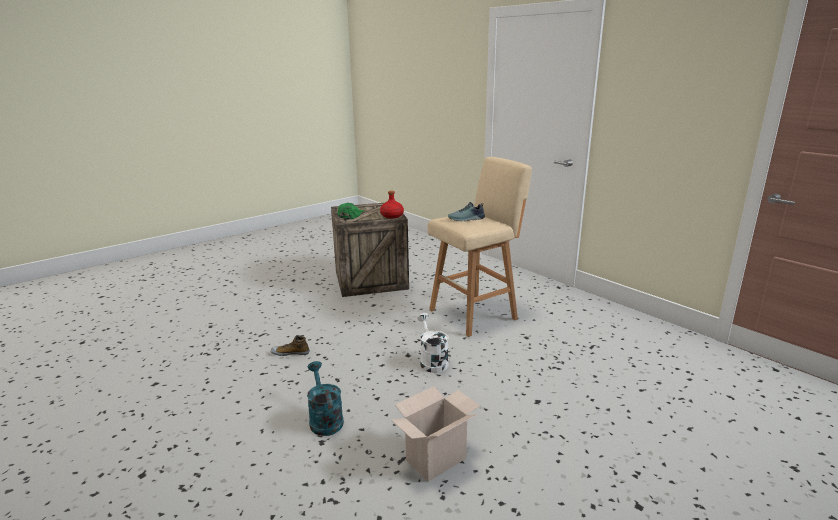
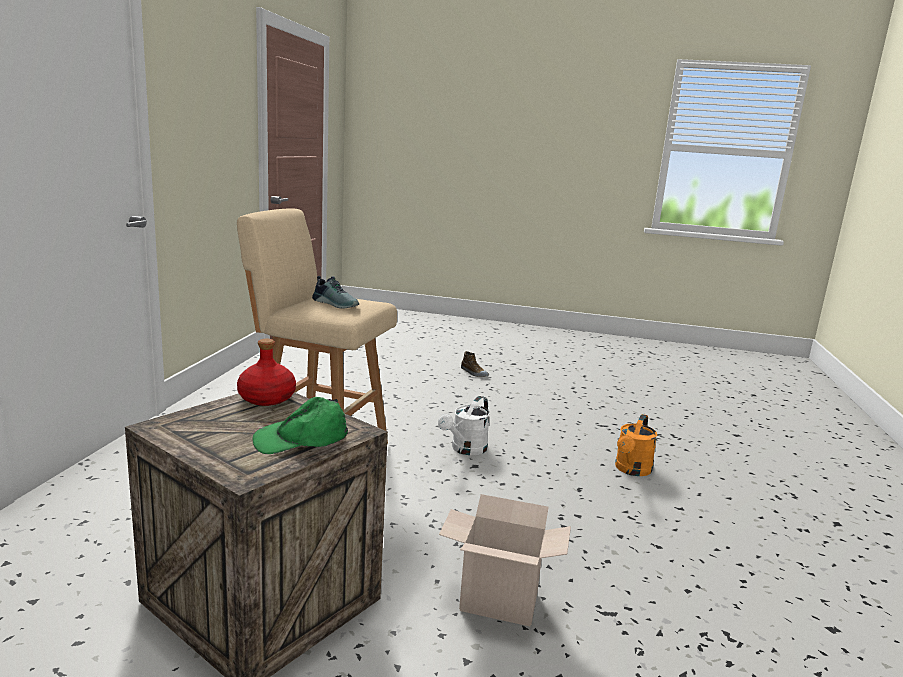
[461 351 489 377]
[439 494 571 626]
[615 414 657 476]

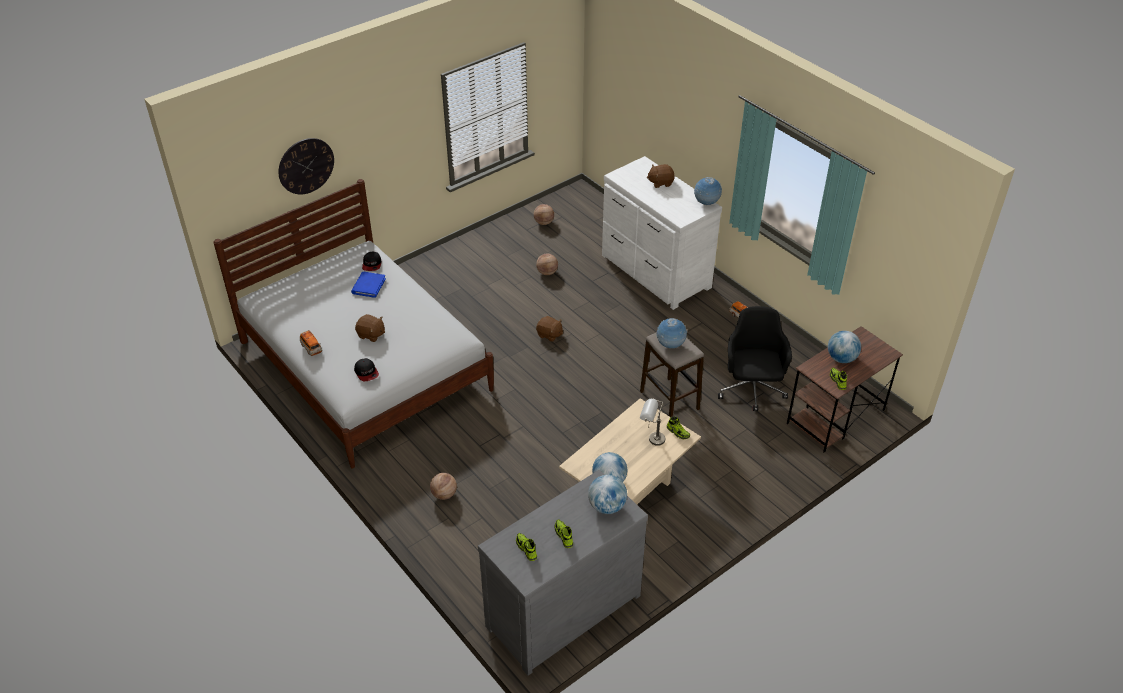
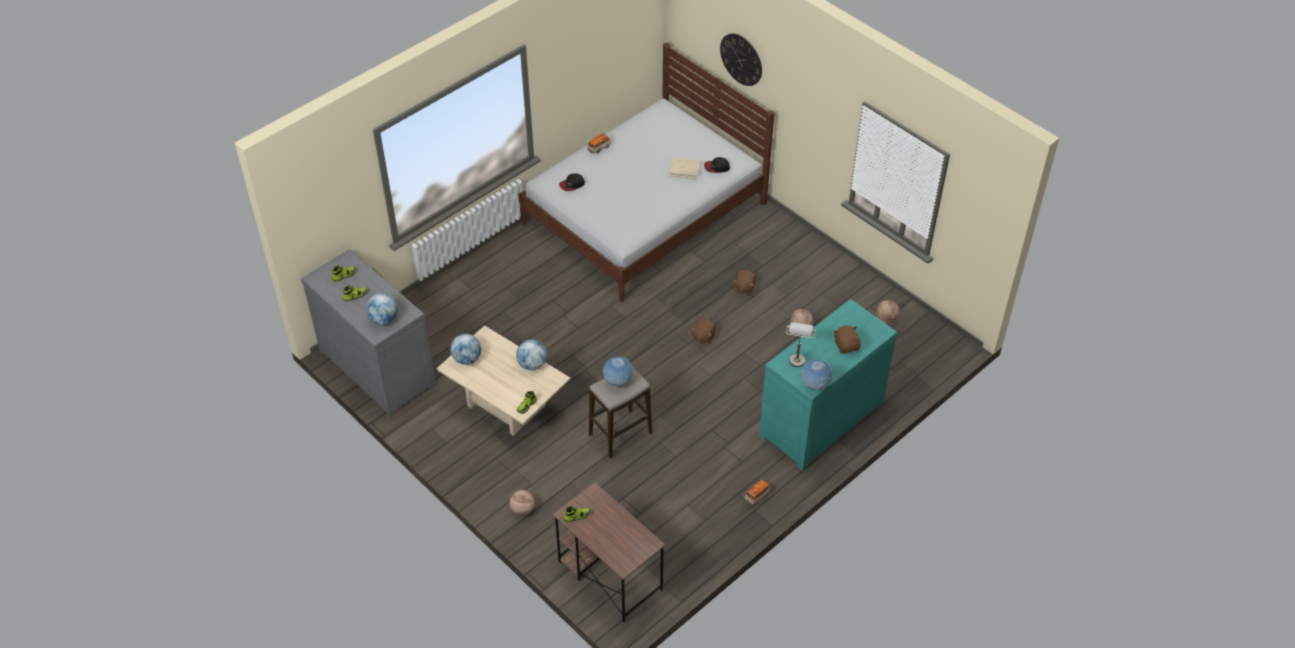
[718 306 792 411] (first image)
[733 270 756 295]
[509 490 535 516]
[786 322 816 367]
[516 339 547 370]
[670 158 700 179]
[759 299 897 470]

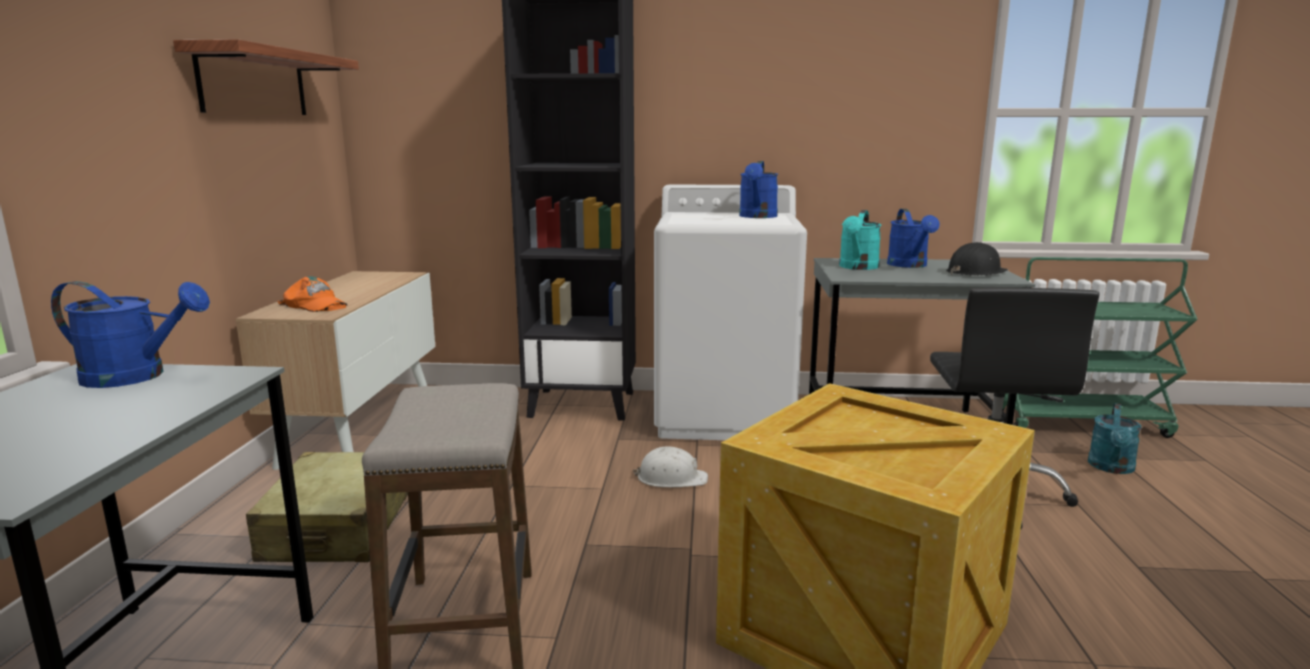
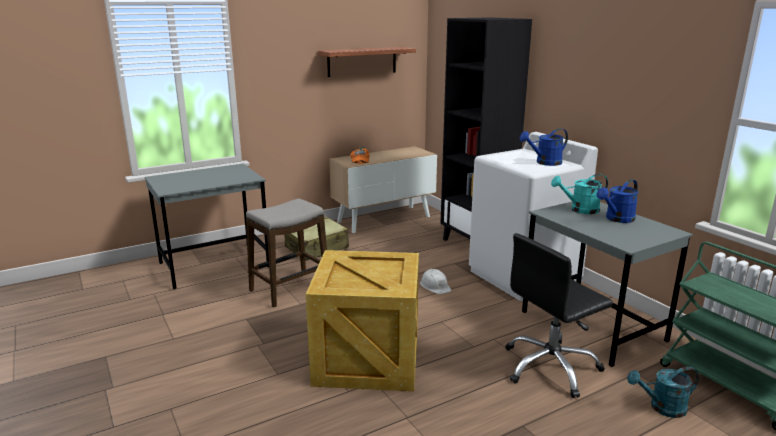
[51 281 210 388] (first image)
[946 242 1008 276] (first image)

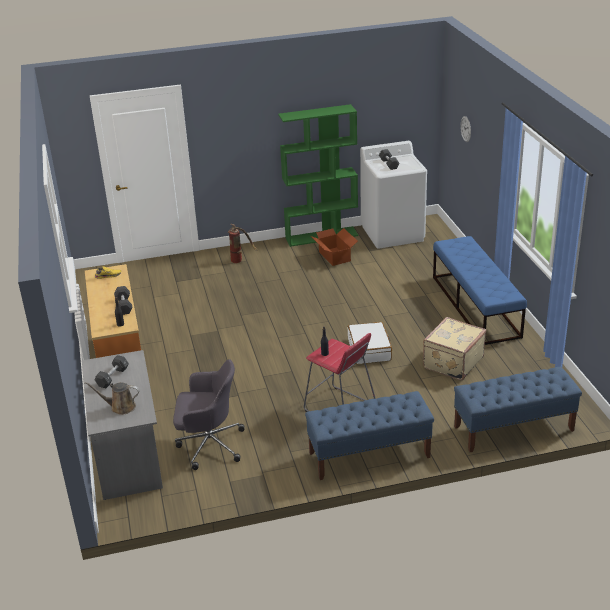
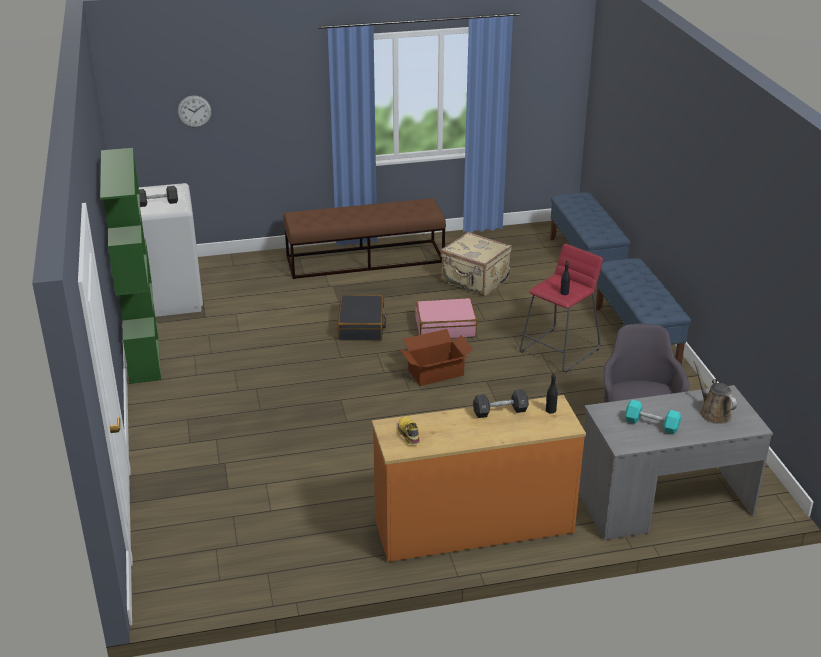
[228 224 257 263] (first image)
[338 295 386 341]
[400 329 473 386]
[625 400 681 434]
[415 298 477 338]
[283 198 446 279]
[693 360 737 424]

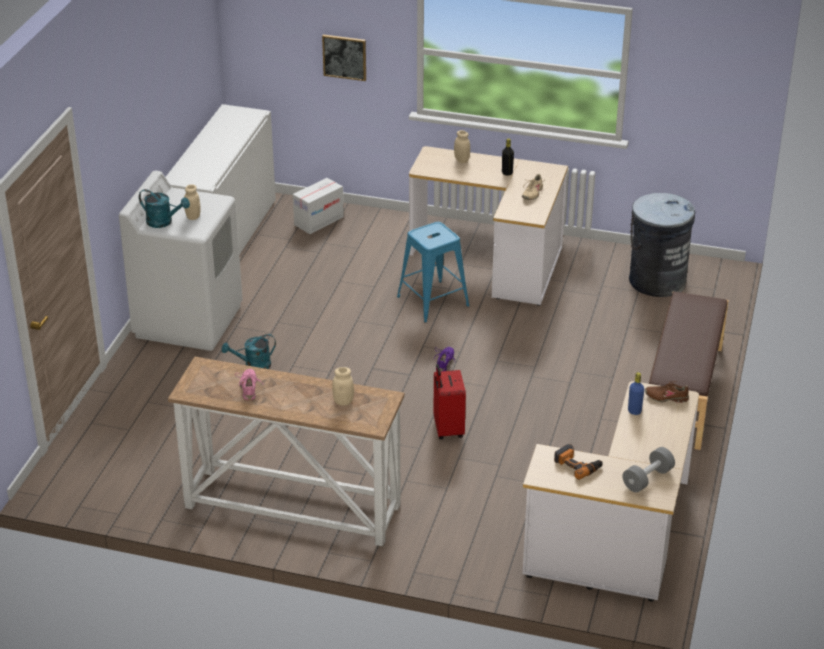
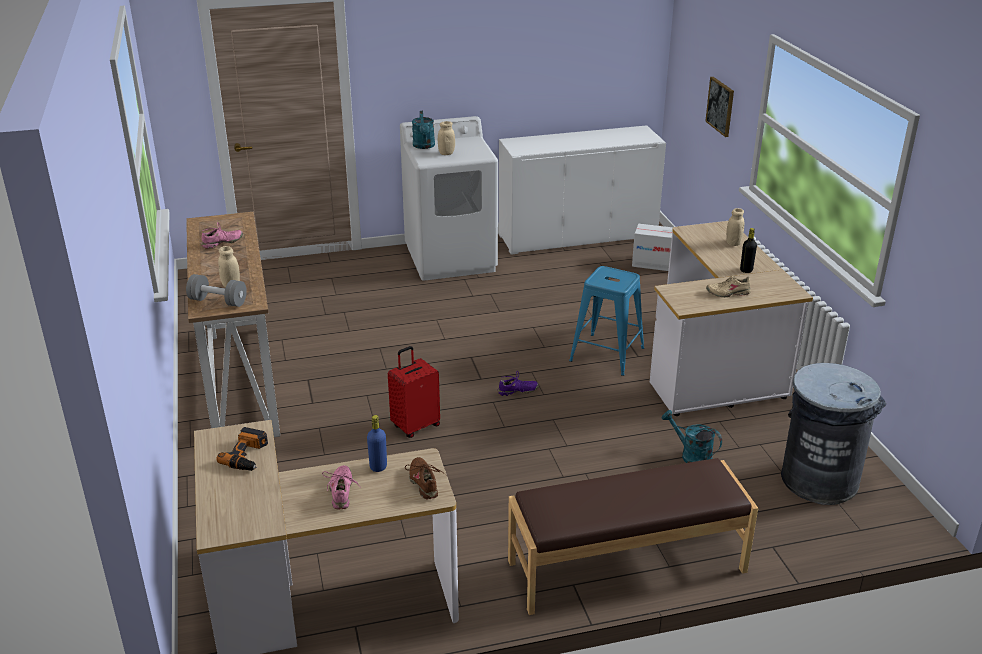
[322 465 361 509]
[662 410 722 463]
[186 274 247 307]

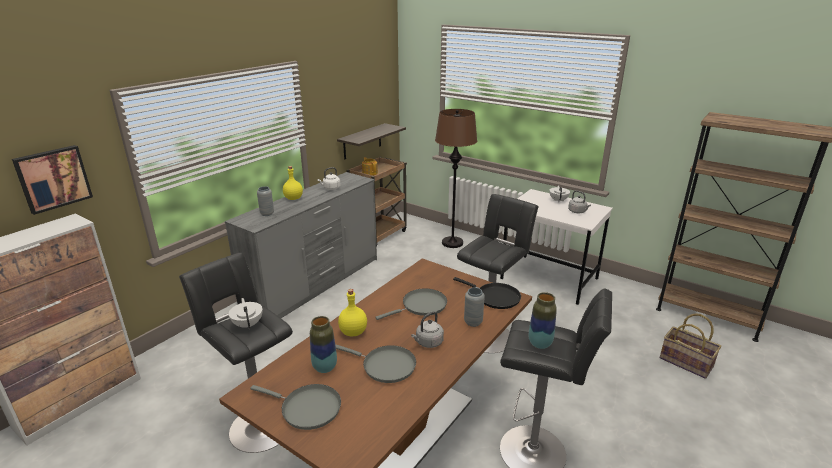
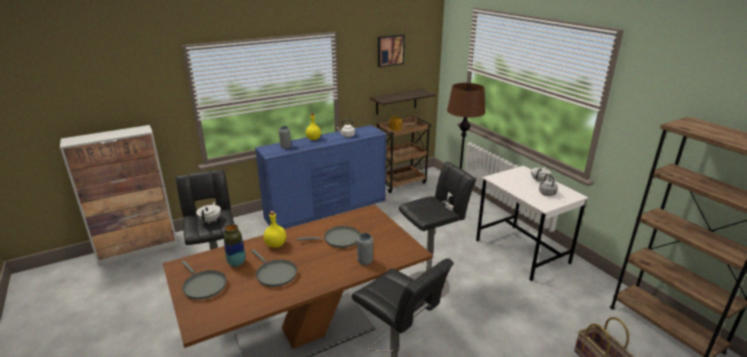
[411 311 444 348] (first image)
[453 277 521 309] (first image)
[529 292 557 349] (first image)
[378 34 405 67]
[255 125 387 229]

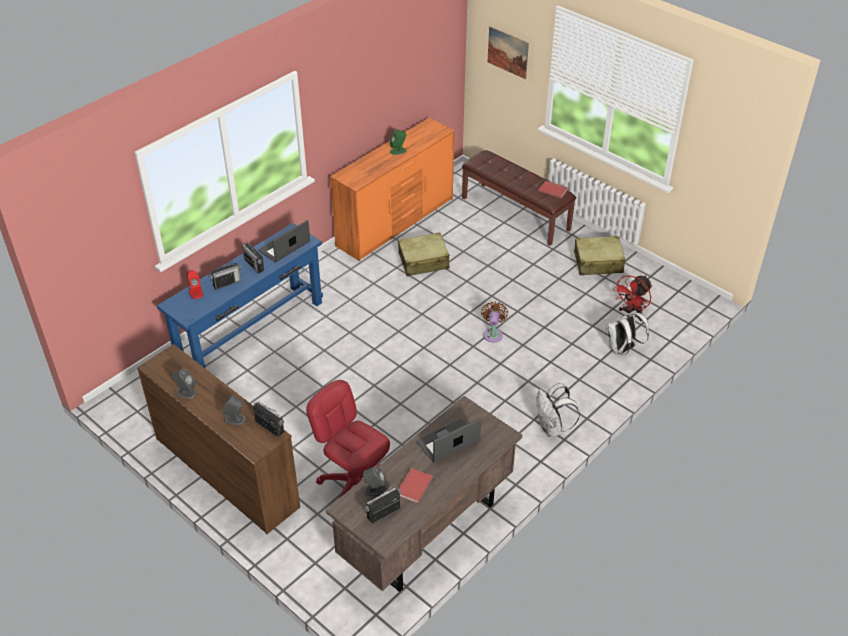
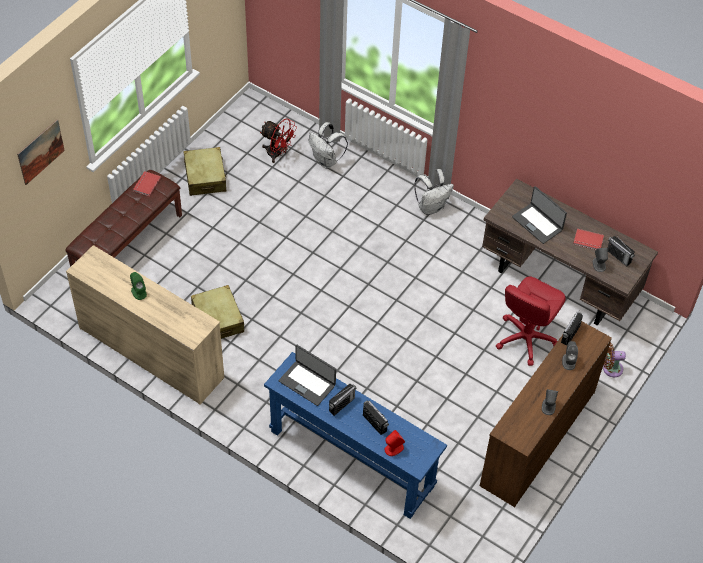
[603 343 626 378]
[66 245 224 405]

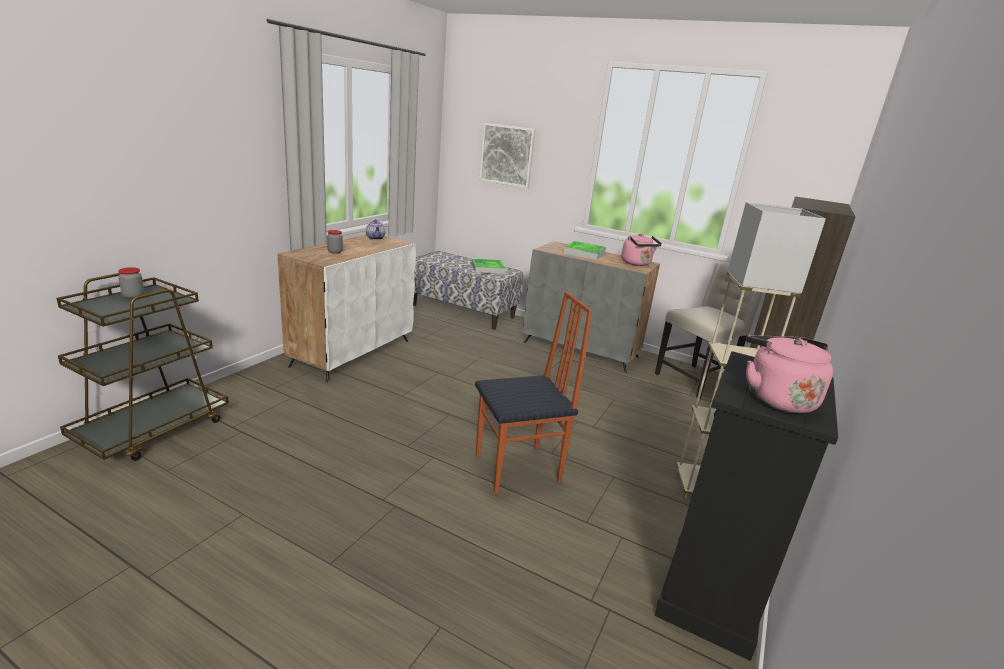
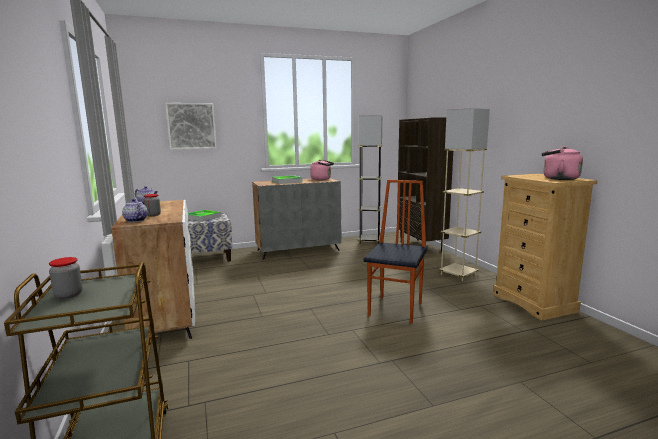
[122 199 148 222]
[358 115 382 244]
[493 174 598 320]

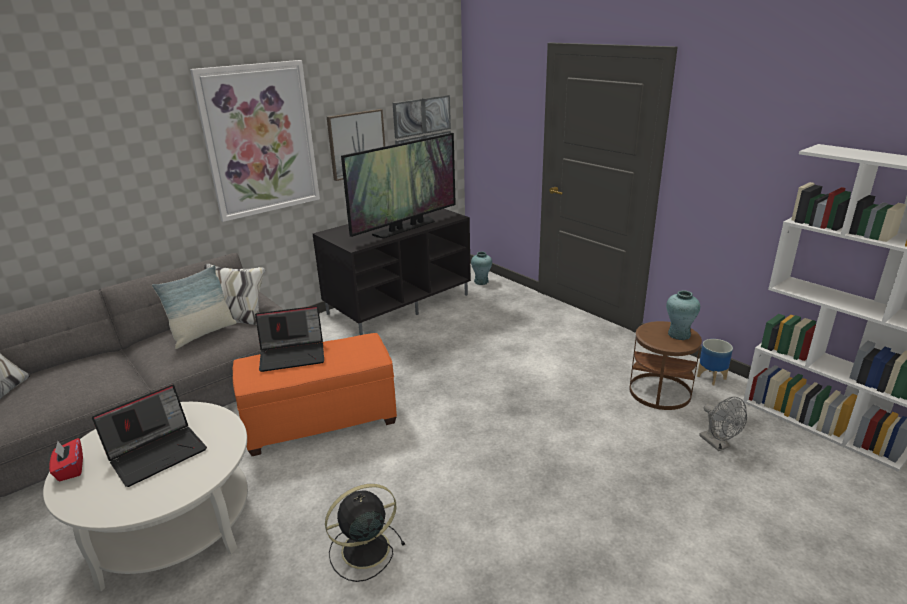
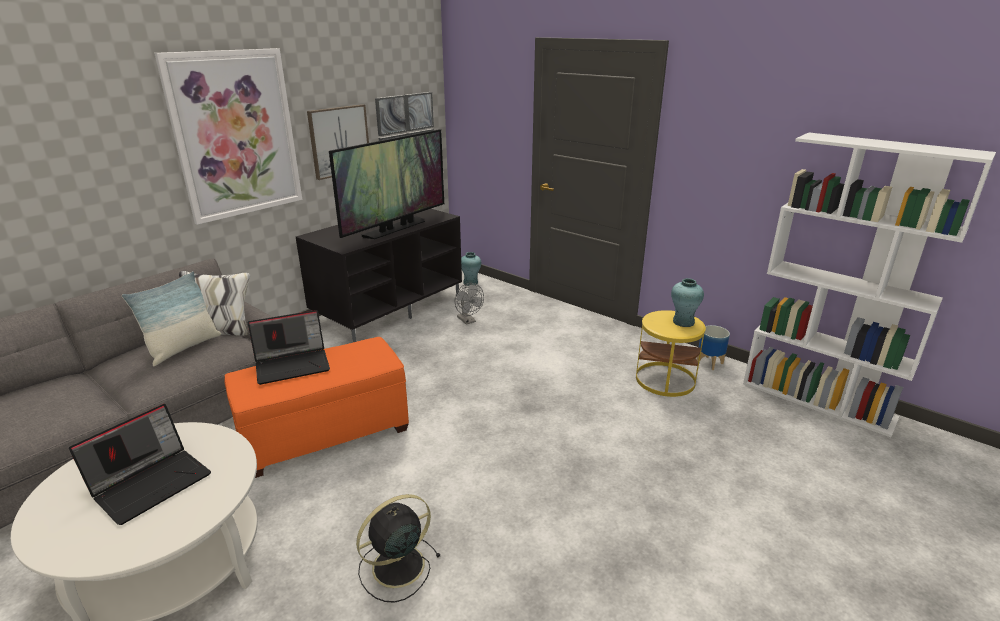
[49 438 83 481] (first image)
[455 283 484 325]
[636 310 706 397]

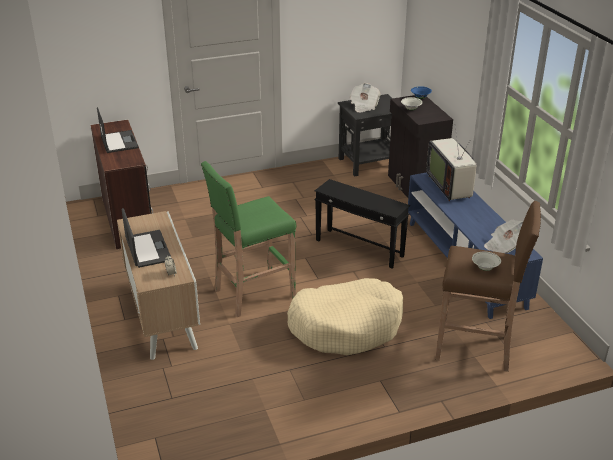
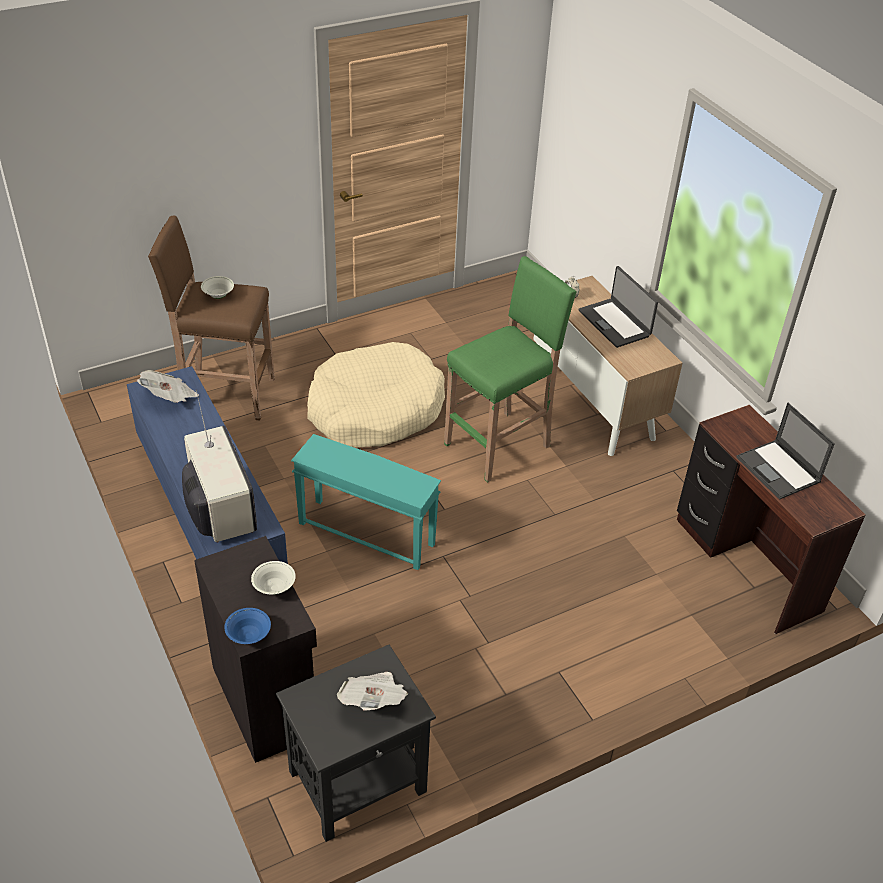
[291 434 441 570]

